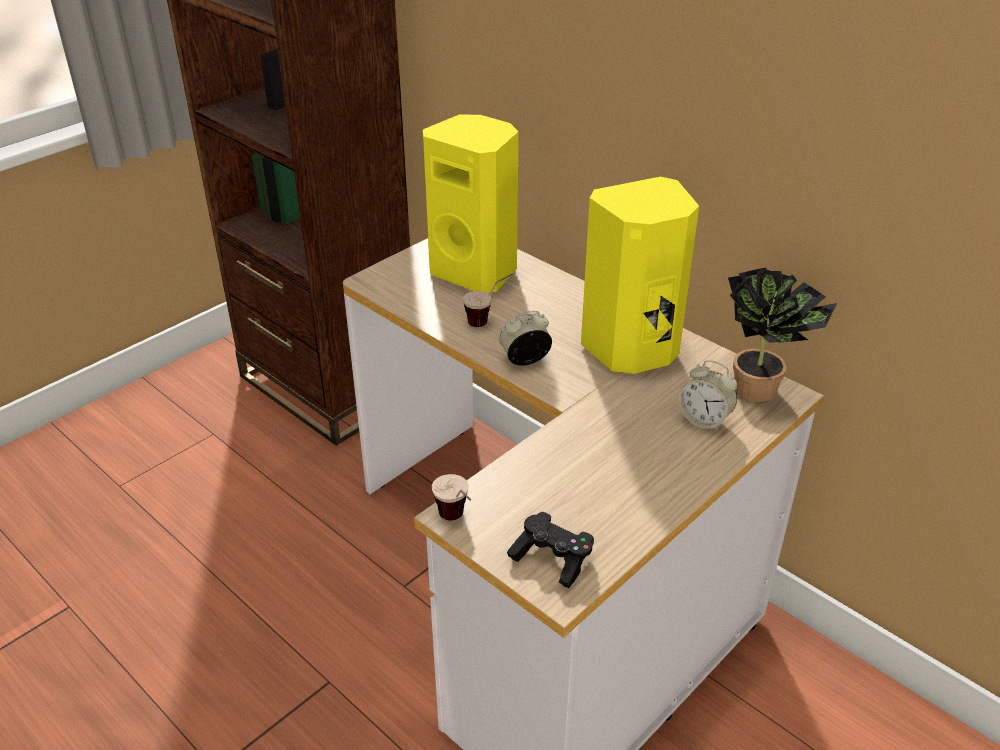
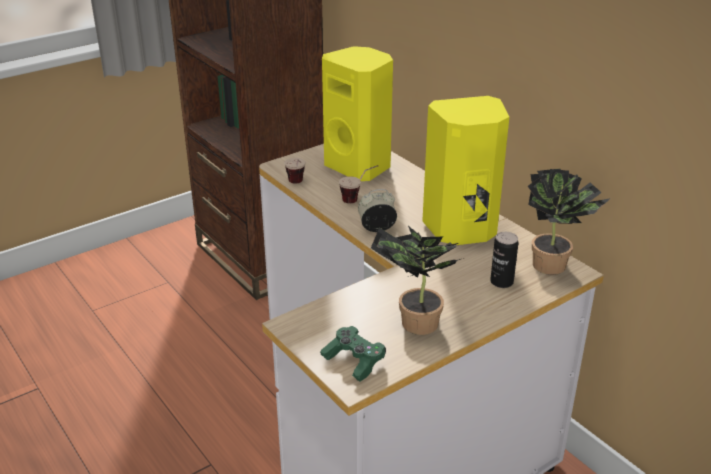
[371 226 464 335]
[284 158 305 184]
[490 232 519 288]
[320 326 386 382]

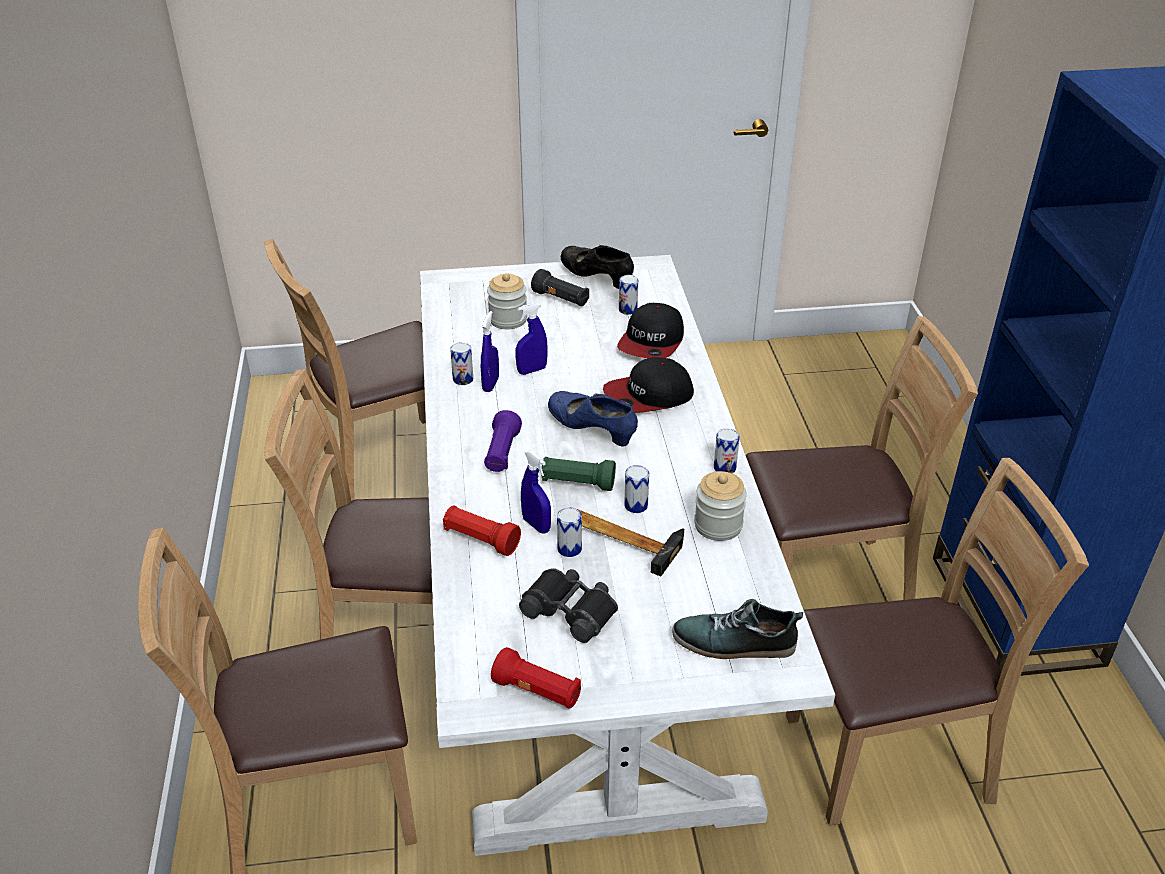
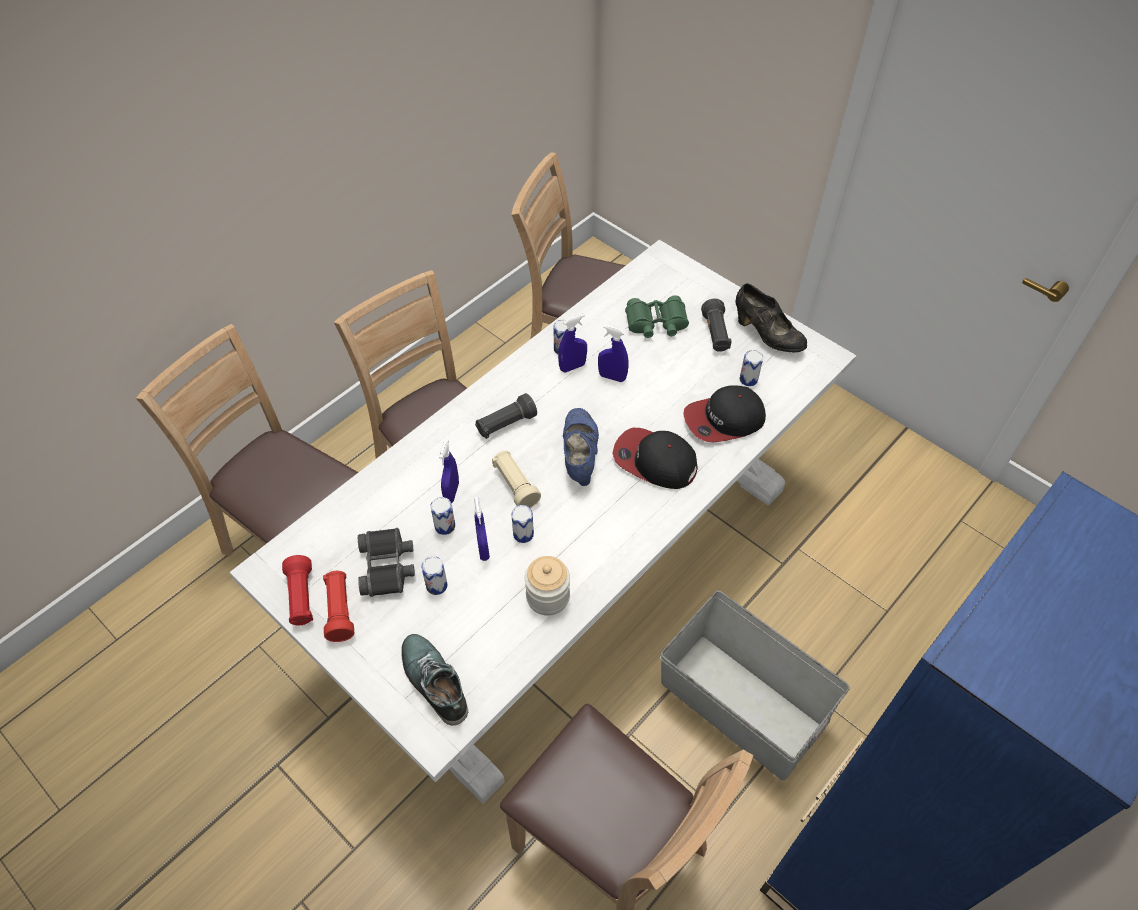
[323 571 354 642]
[421 556 447 595]
[625 295 689 338]
[474 497 490 561]
[660 591 850 781]
[475 393 537 439]
[492 451 541 508]
[736 283 807 353]

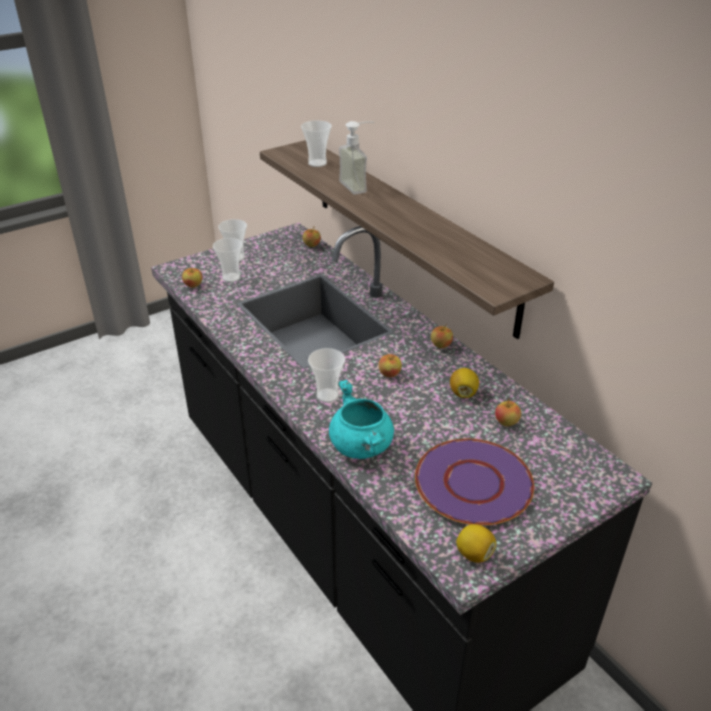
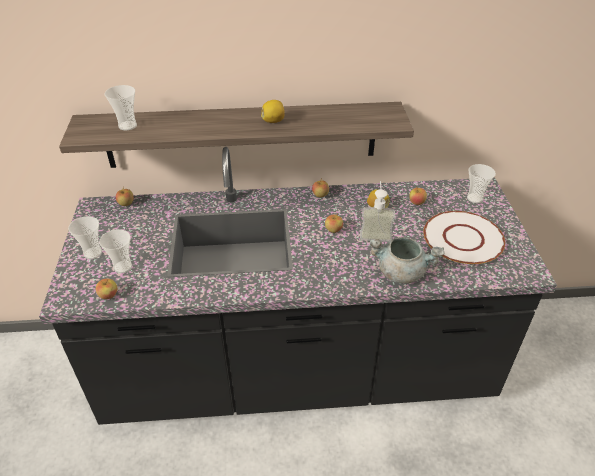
[467 164 496 203]
[360 181 395 242]
[261 100 285 123]
[370 237 445 283]
[424 211 505 264]

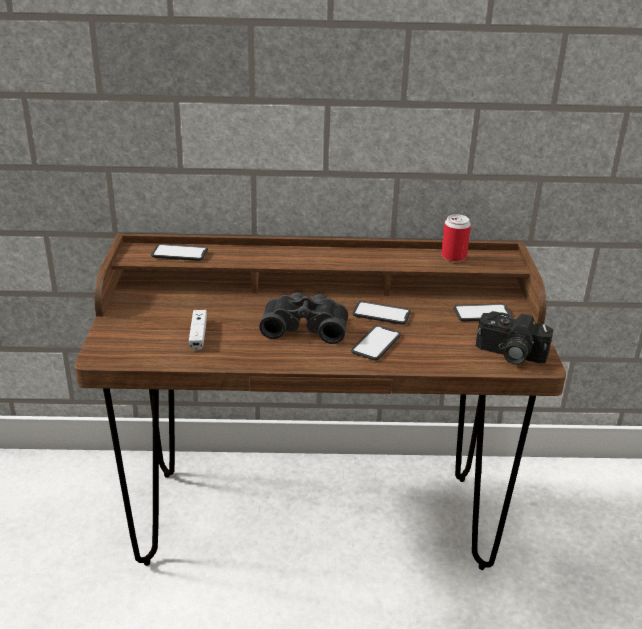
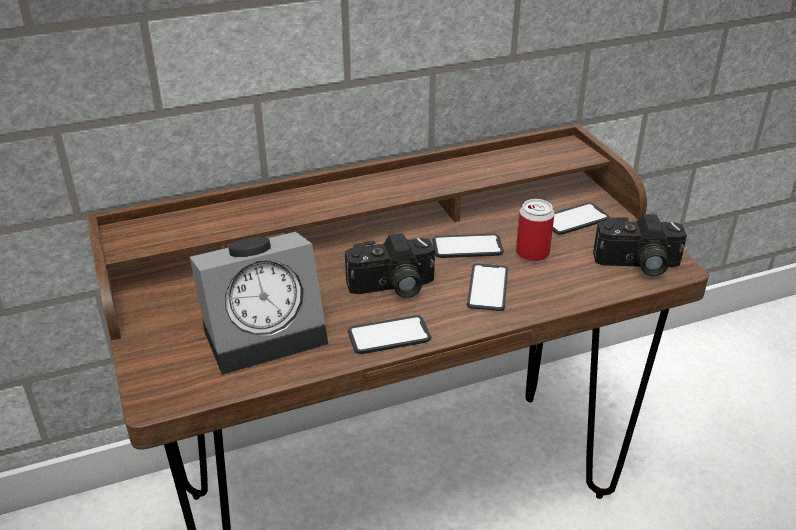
[348 315 431 354]
[516 199 555 261]
[190 232 328 375]
[345 233 435 298]

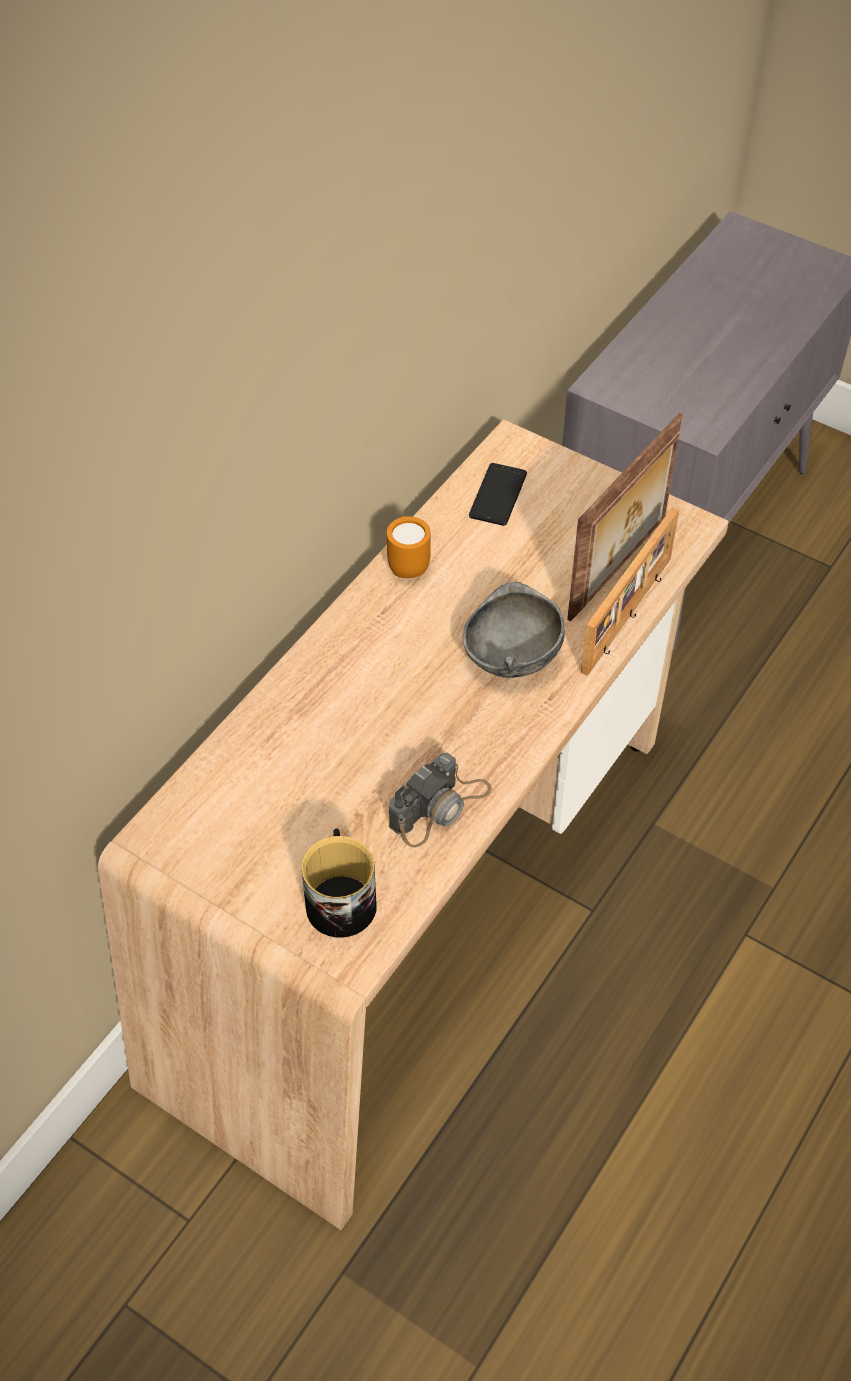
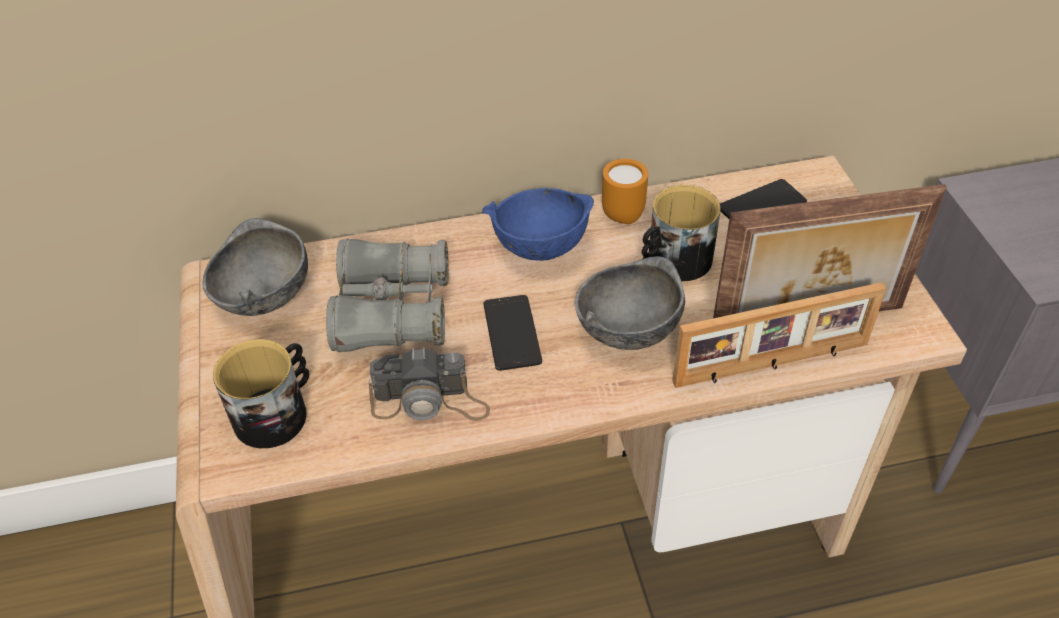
[203 218 308 316]
[326 239 449 352]
[482 188 594 261]
[483 295 542 371]
[642 185 721 281]

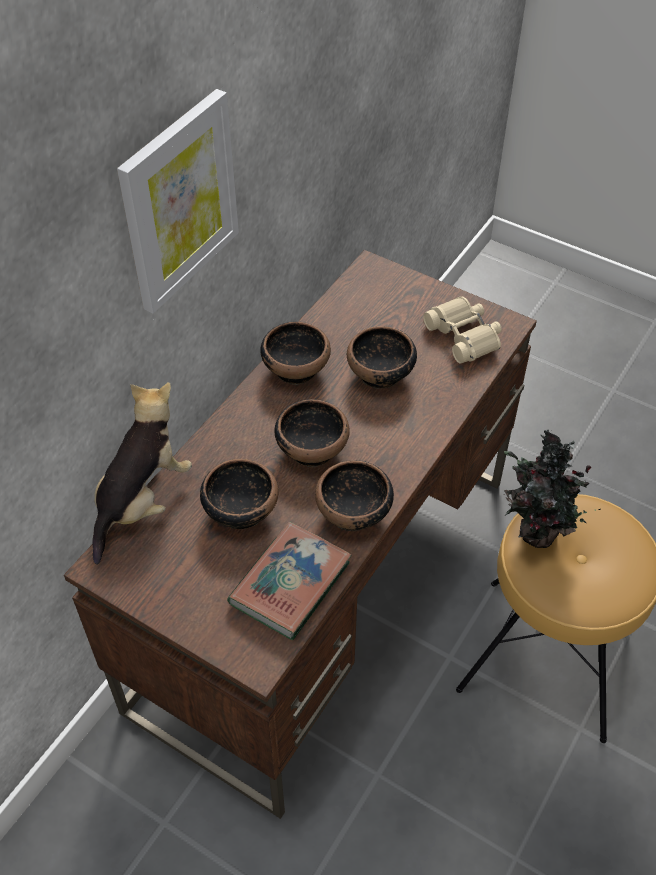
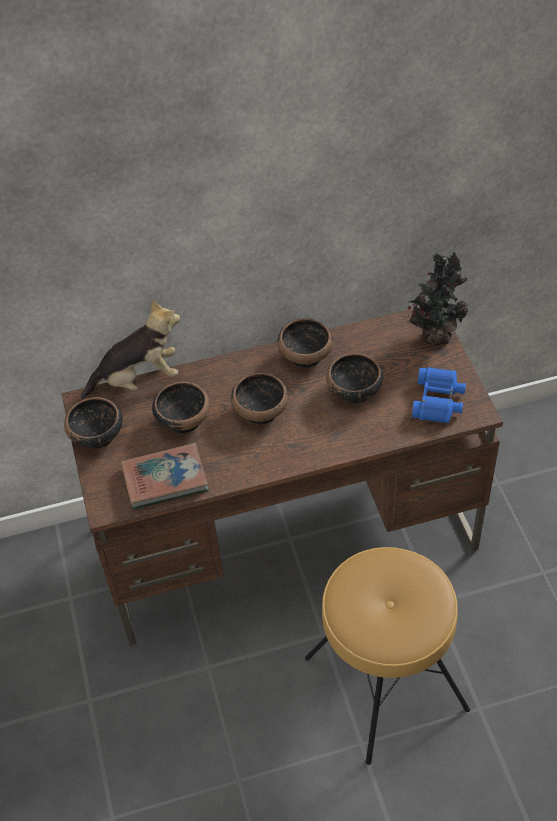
[117 89 239 313] (first image)
[64 397 123 449]
[407 252 468 346]
[412 367 466 424]

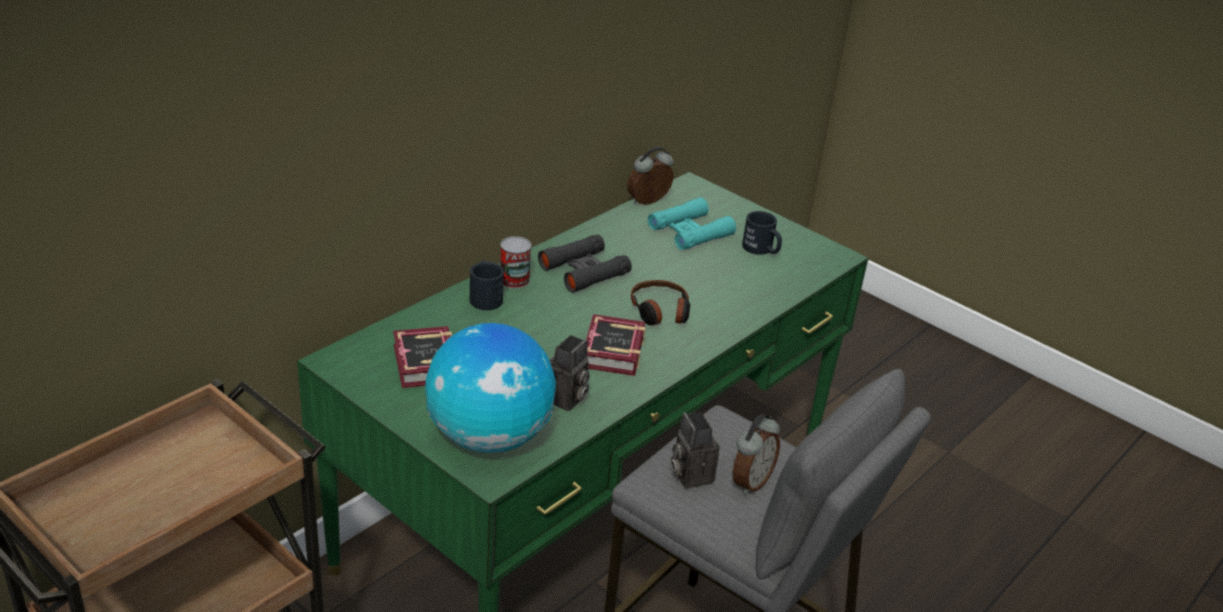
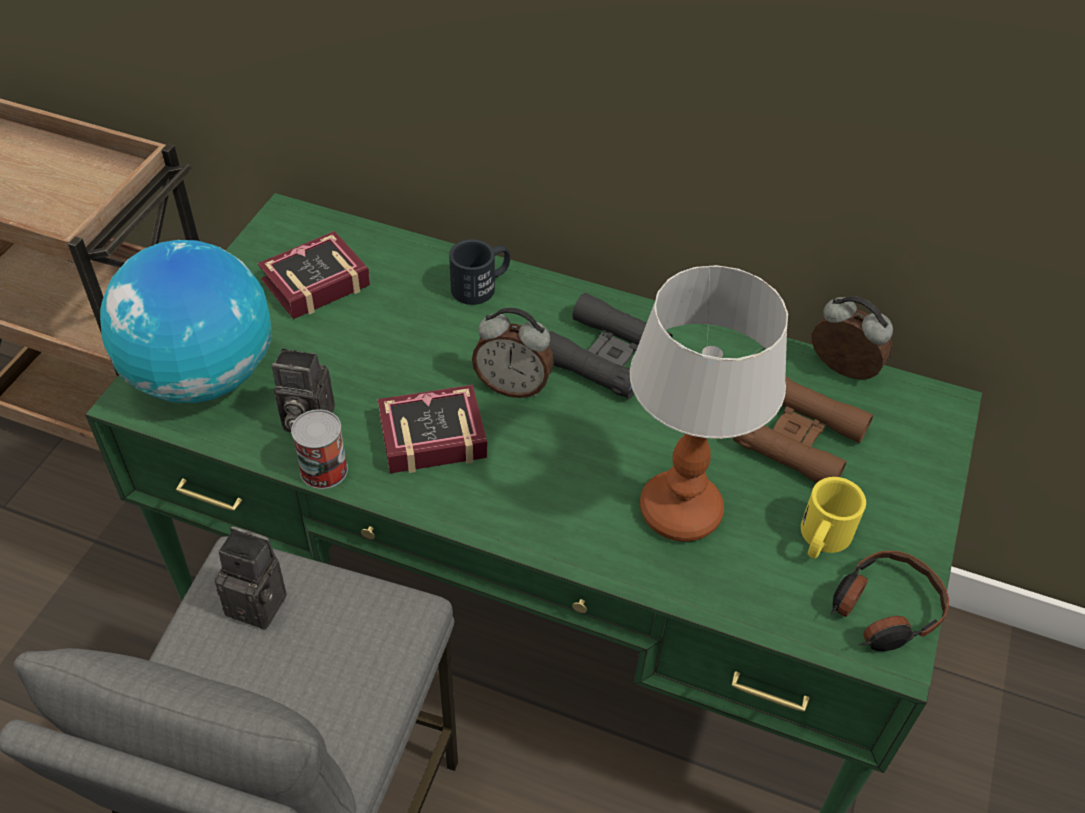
[630 265 788 542]
[291 409 348 489]
[830 551 949 651]
[472 307 554 398]
[733 376 873 483]
[801 477 866 559]
[215 526 287 629]

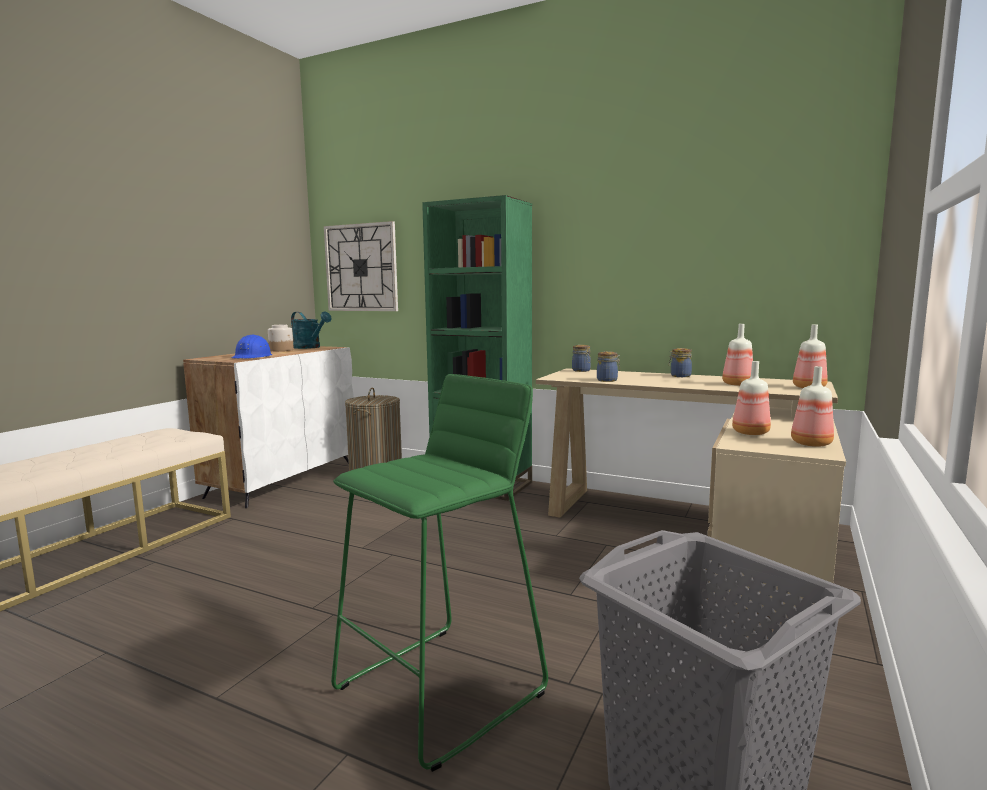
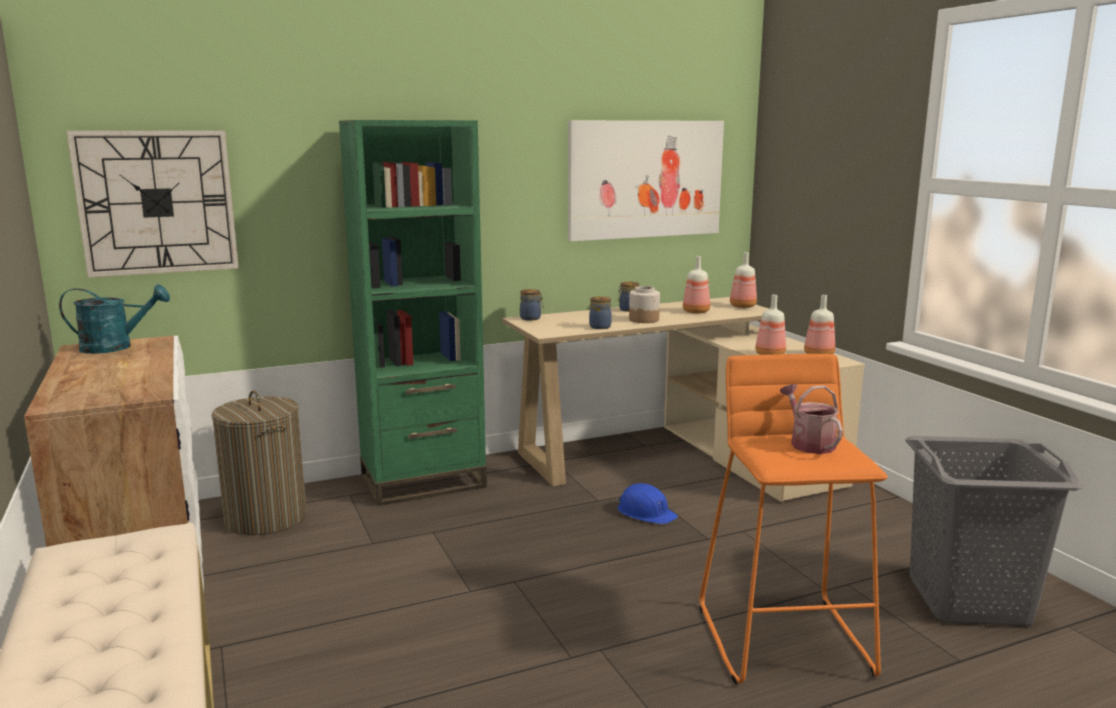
[568 120 724 241]
[780 384 843 454]
[617 483 678 524]
[629 286 660 323]
[700 354 888 684]

